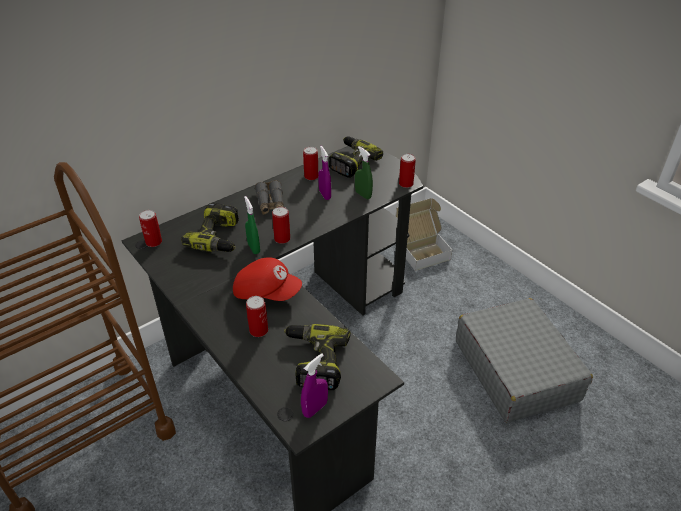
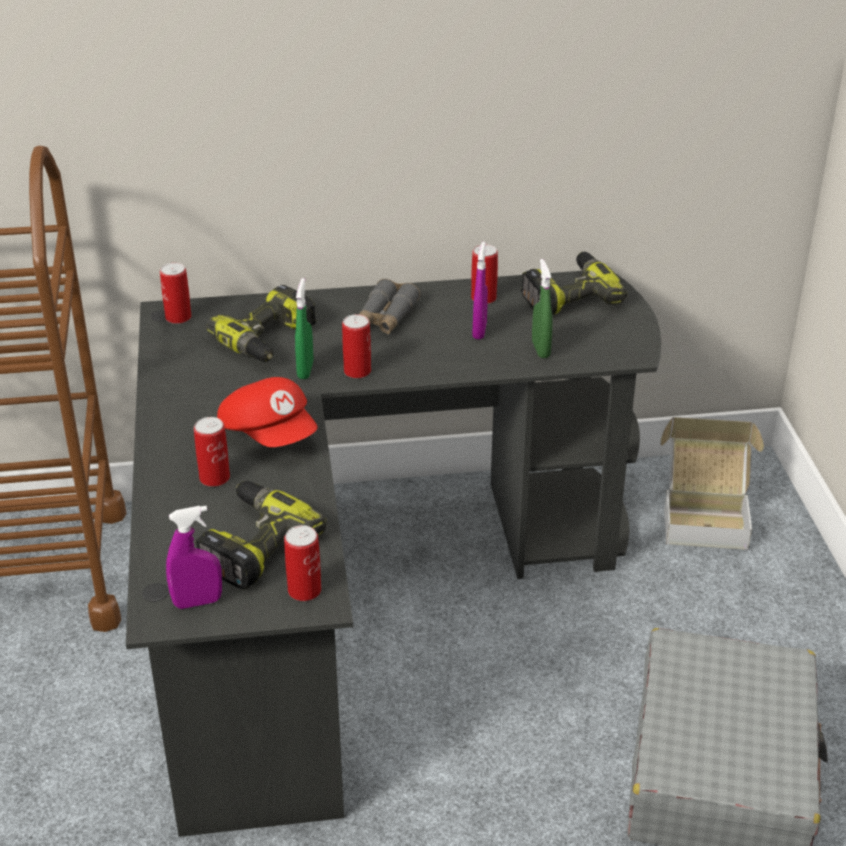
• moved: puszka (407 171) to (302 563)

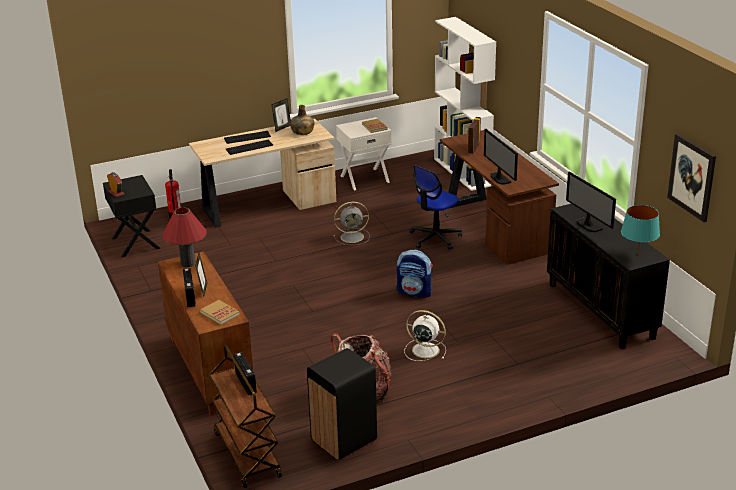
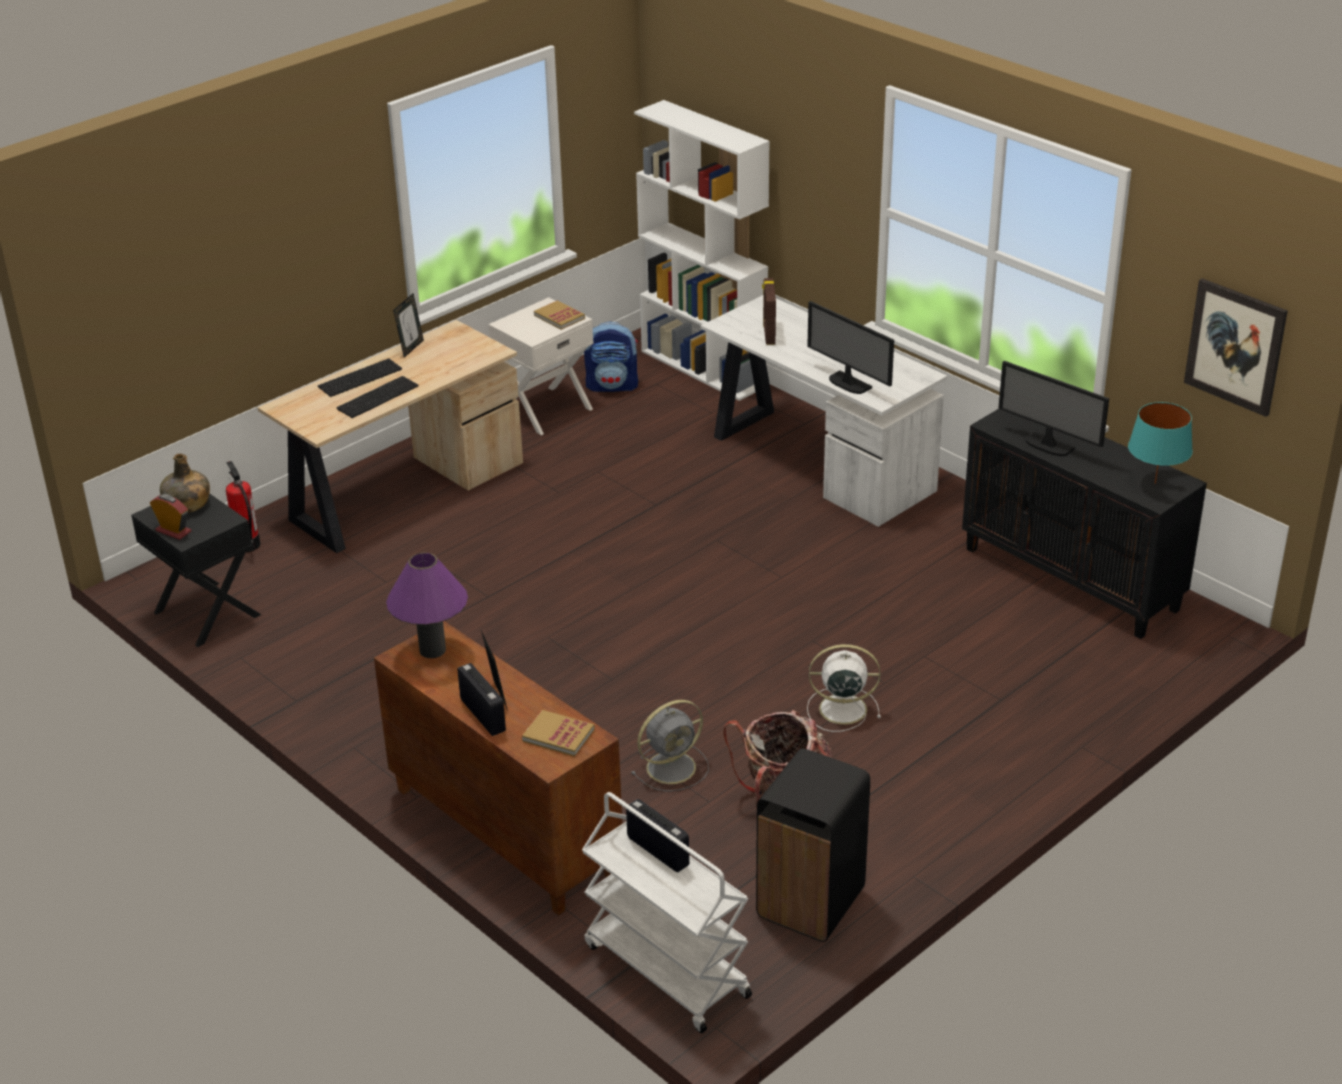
• moved: butelka (zielony) (302 120) to (185 483)
• recoloured: biurko (brązowy) (499 197) to biurko (biały) (824 411)
• removed: krzesło biurowe (435 207)
• moved: wentylator (szary) (351 223) to (670 746)
• recoloured: lampa stołowa (czerwony) (185 237) to lampa stołowa (fioletowy) (427 605)
• moved: plecak (415 274) to (611 357)
• recoloured: wózek (brązowy) (245 416) to wózek (biały) (667 912)

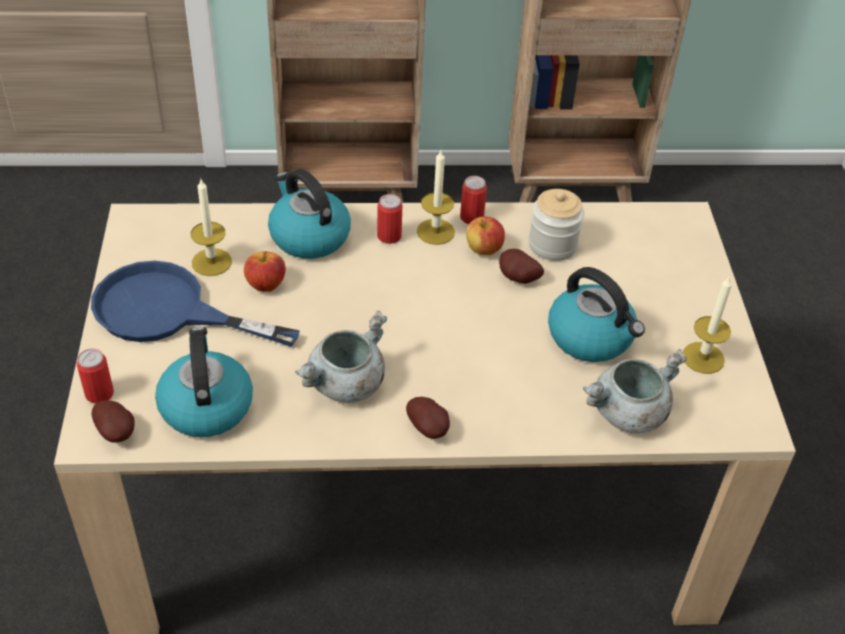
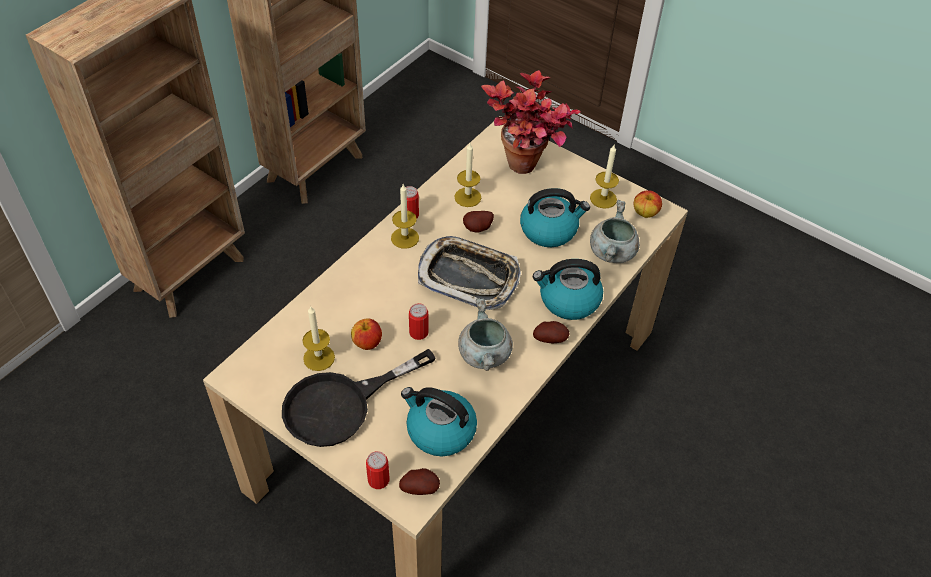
• moved: czajnik (309 214) to (568 289)
• replaced: słoik (556 225) to świeca (467 175)
• moved: puszka (389 219) to (419 321)
• moved: jabłko (485 236) to (648 204)
• recoloured: patelnia (niebieski) (195 304) to patelnia (czarny) (359 398)
• added: roślina doniczkowa (530 122)
• added: taca (469 273)

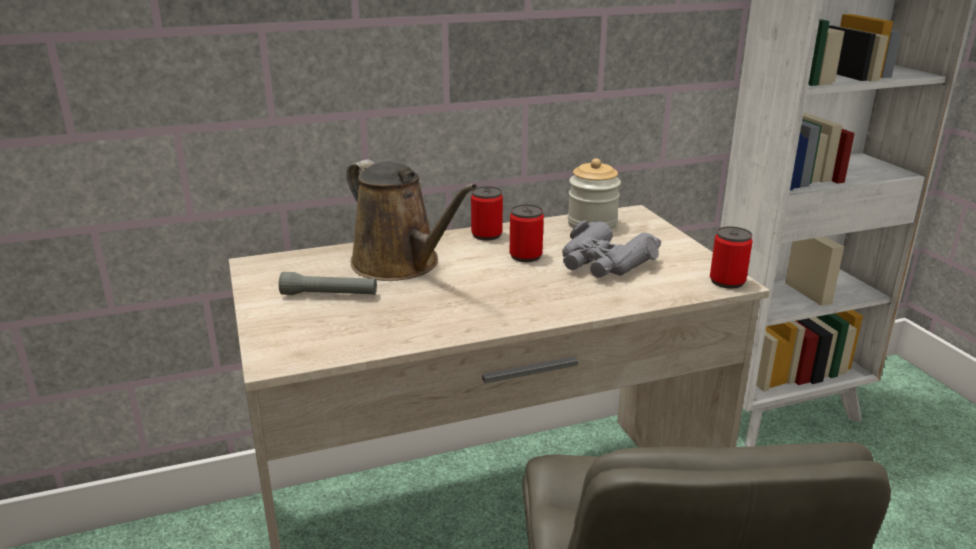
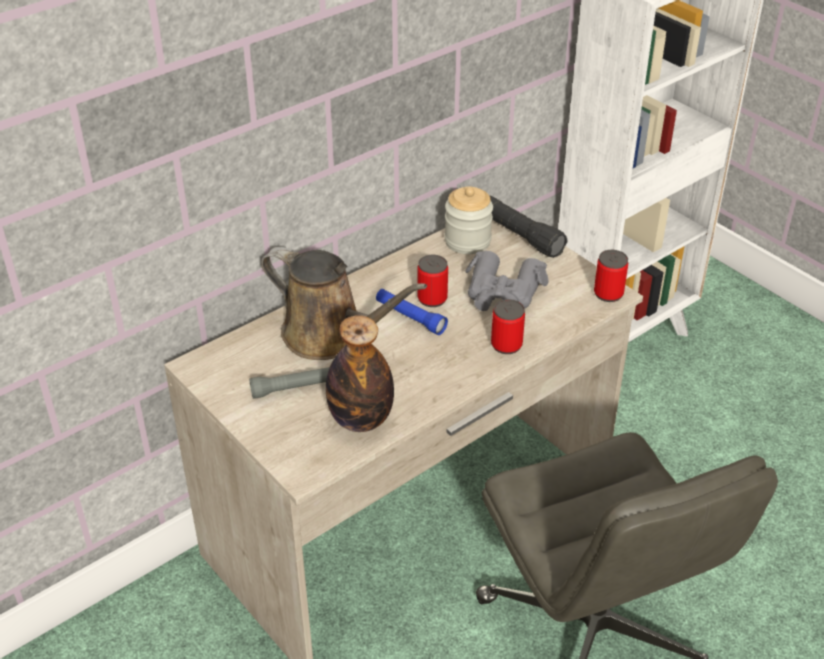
• moved: puszka (487 213) to (508 326)
• added: latarka (czarny) (528 226)
• added: latarka (niebieski) (412 312)
• added: butelka (360 373)

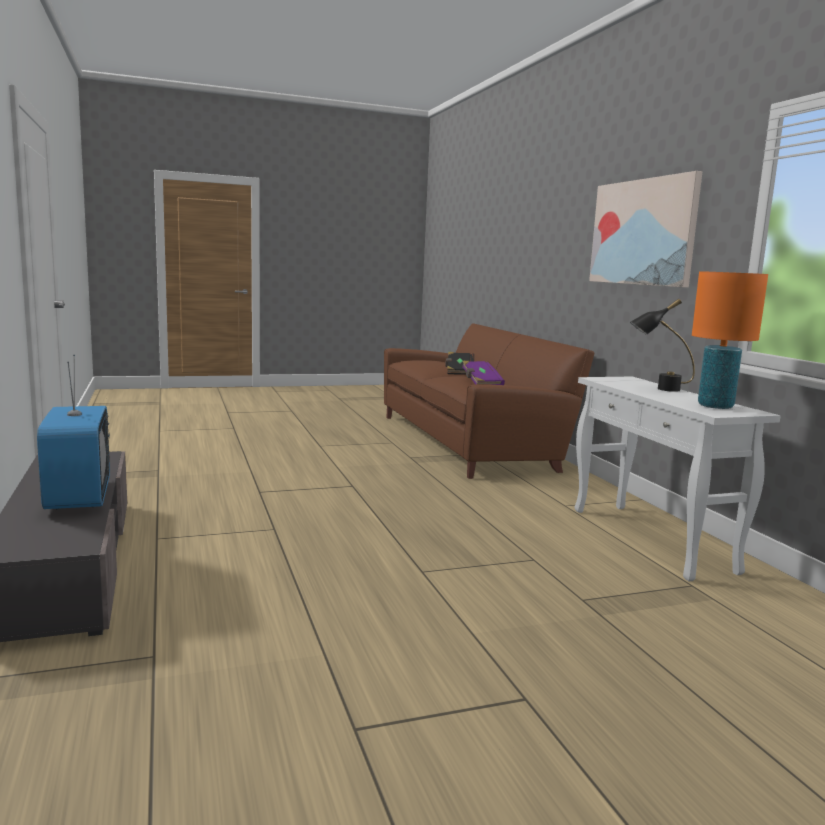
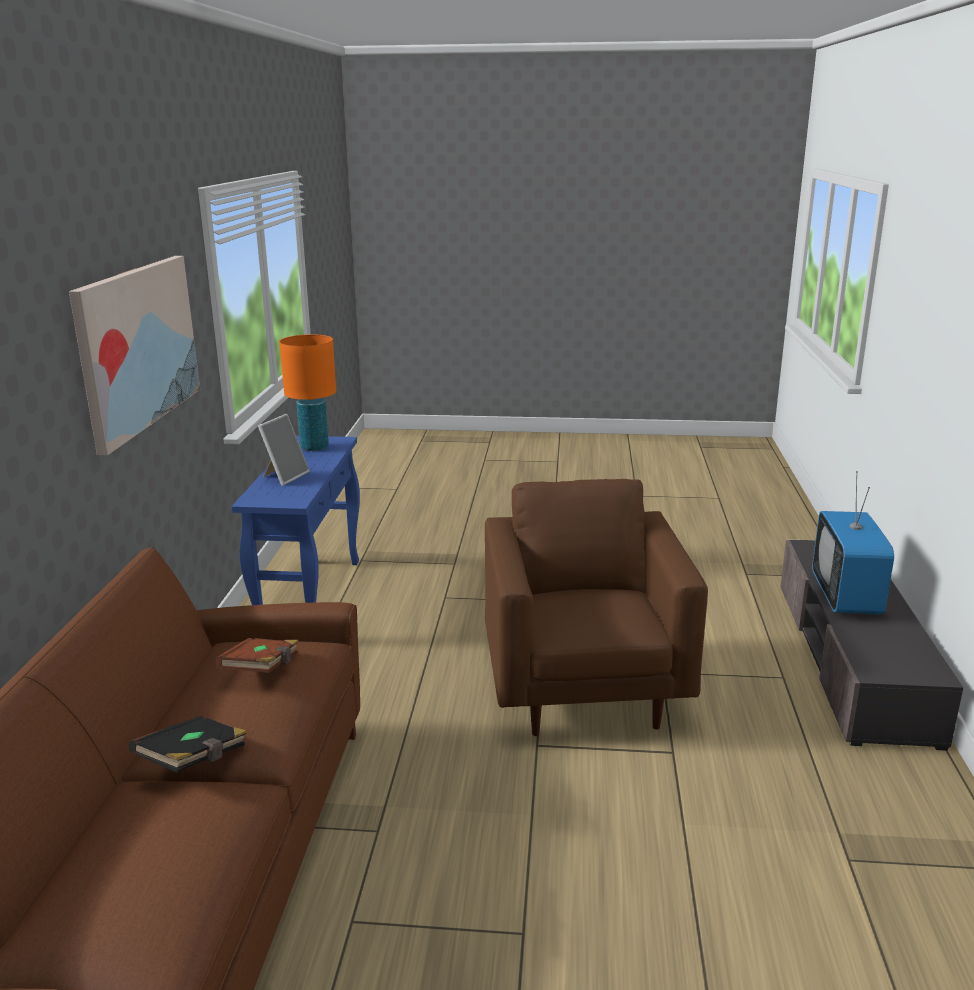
• replaced: lampa stołowa (czarny) (662 345) to ramka na zdjęcie (284 450)
• recoloured: książka (fioletowy) (483 373) to książka (brązowy) (257 655)
• recoloured: stolik konsolowy (biały) (678 479) to stolik konsolowy (niebieski) (295 520)
• added: fotel (brązowy) (596 607)

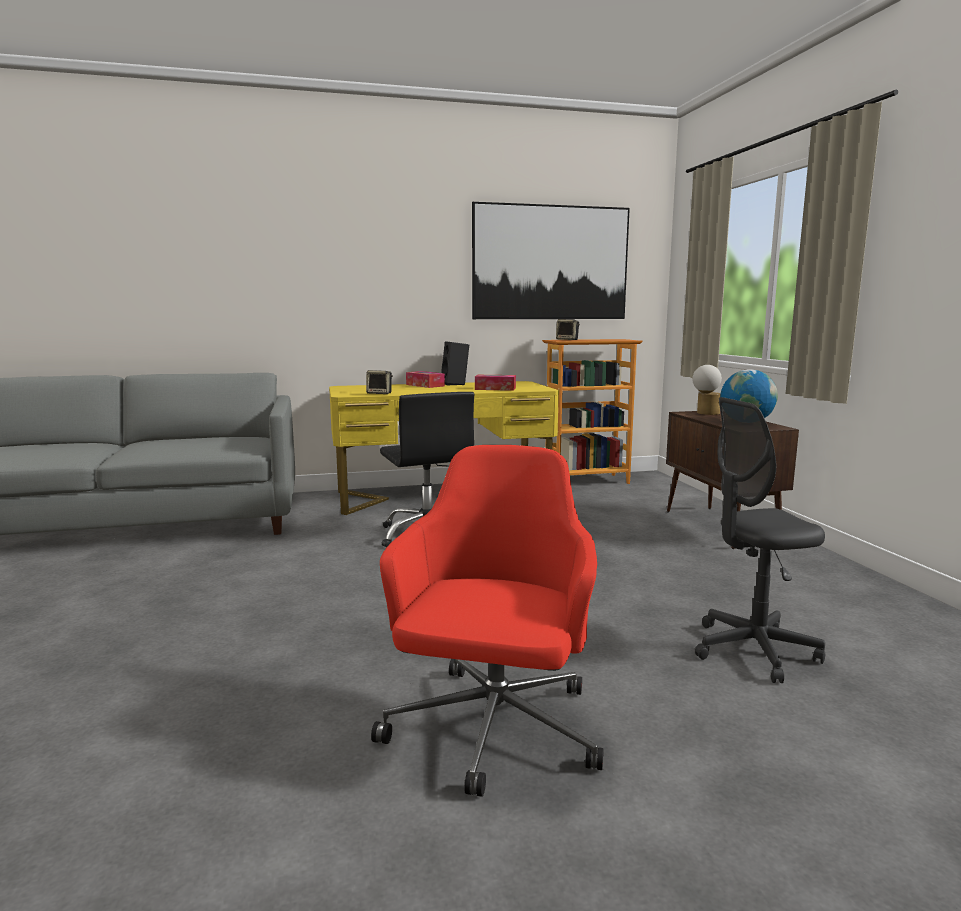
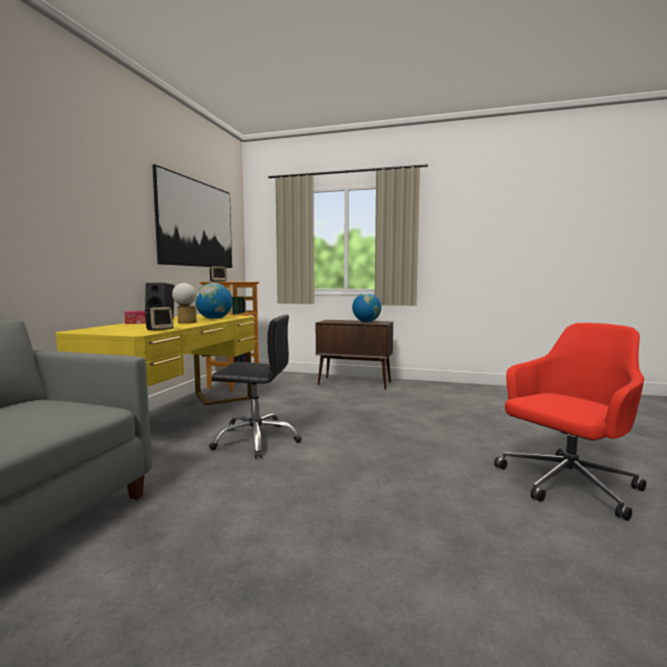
• moved: lampa stołowa (707 390) to (184 303)
• replaced: pudełko chusteczek (495 383) to globus (214 301)
• removed: krzesło biurowe (szary) (760 540)
• turned: krzesło biurowe (czerwony) (487 621) = (570 422) 105 degrees clockwise

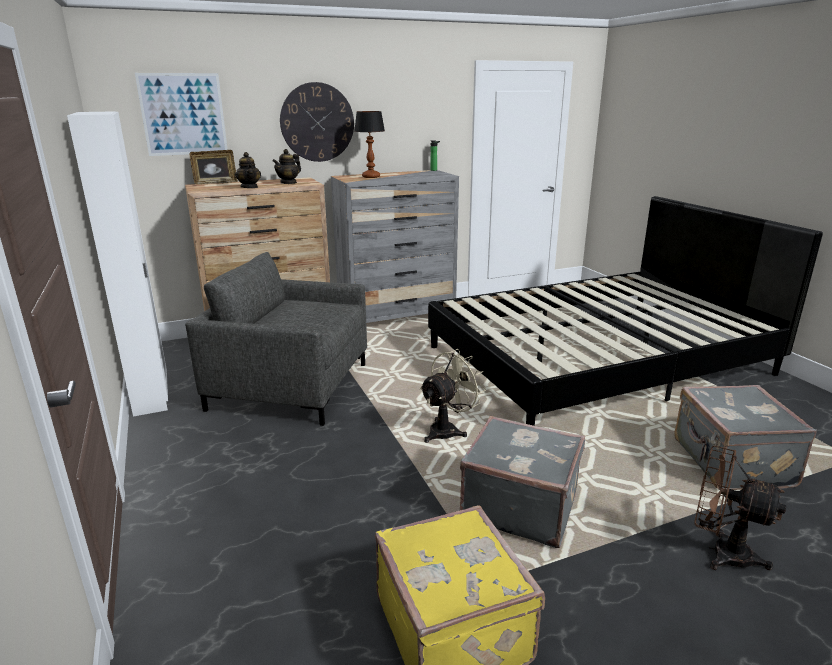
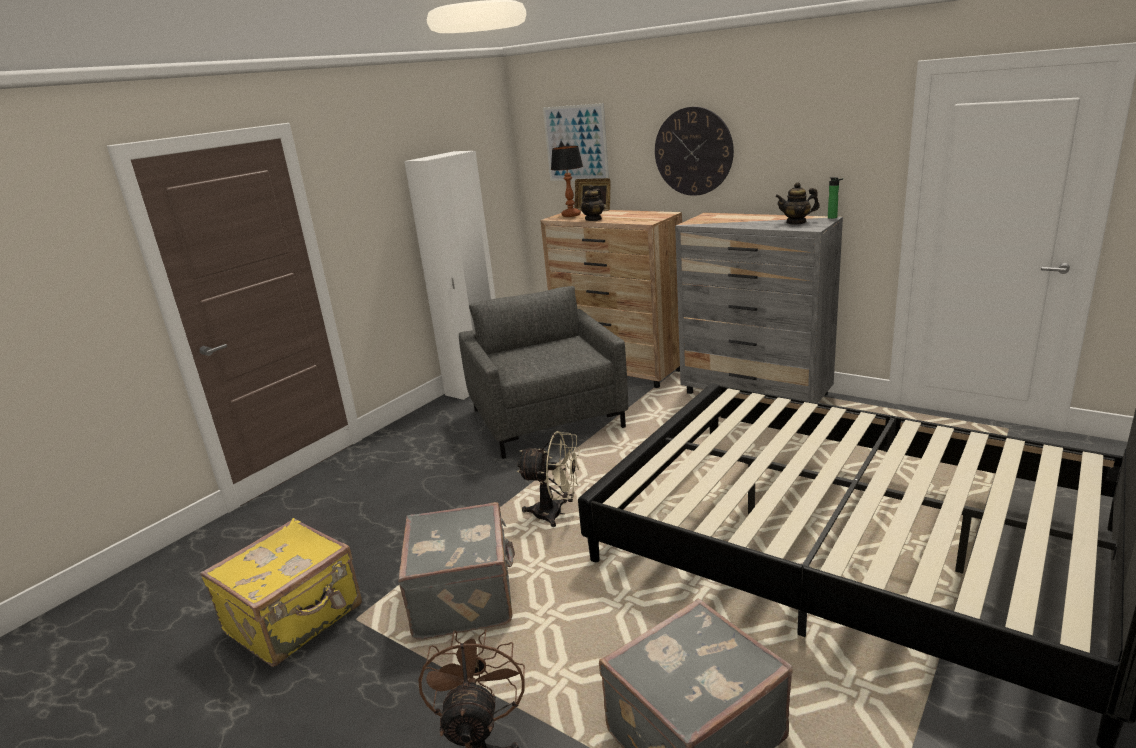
• moved: lampa stołowa (369 144) to (567 181)
• moved: imbryk (287 166) to (797 203)

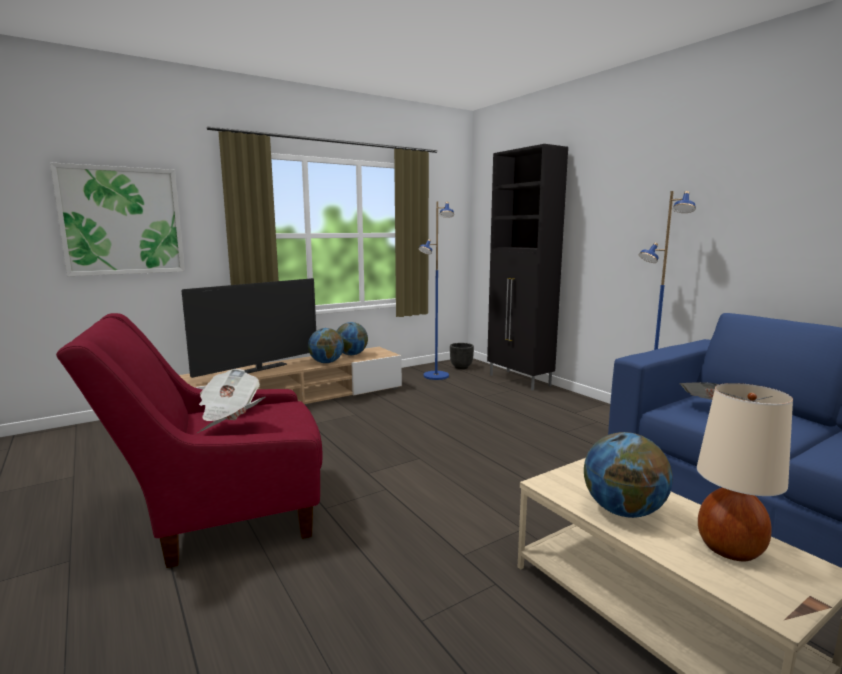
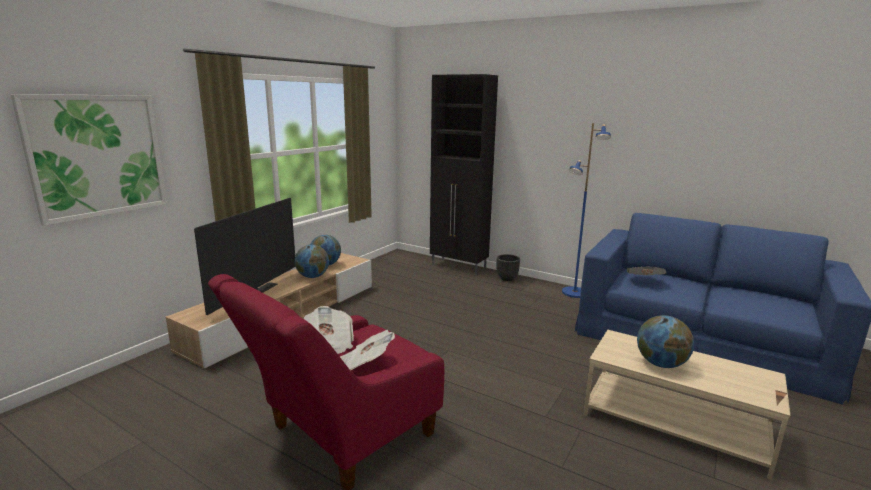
• removed: lampa stojąca (niebieski) (436 290)
• moved: donica (czarny) (462 356) to (508 267)
• removed: lampa stołowa (beżowy) (745 472)

